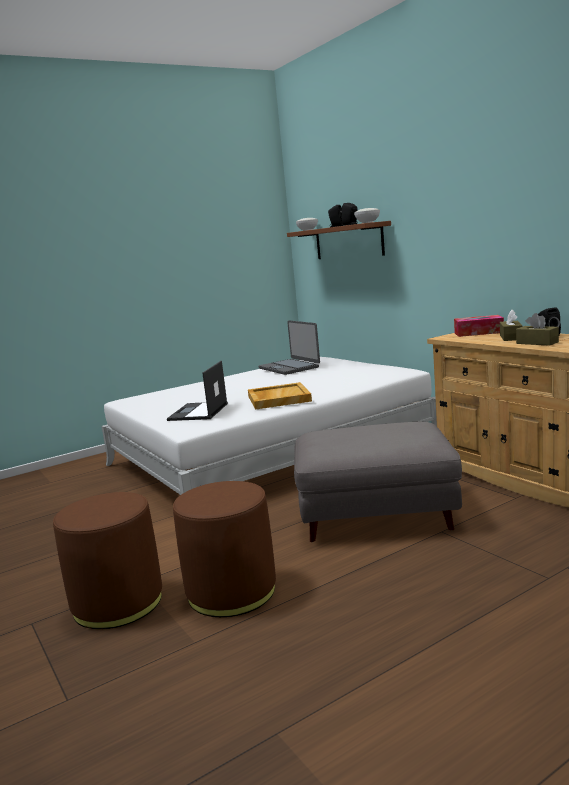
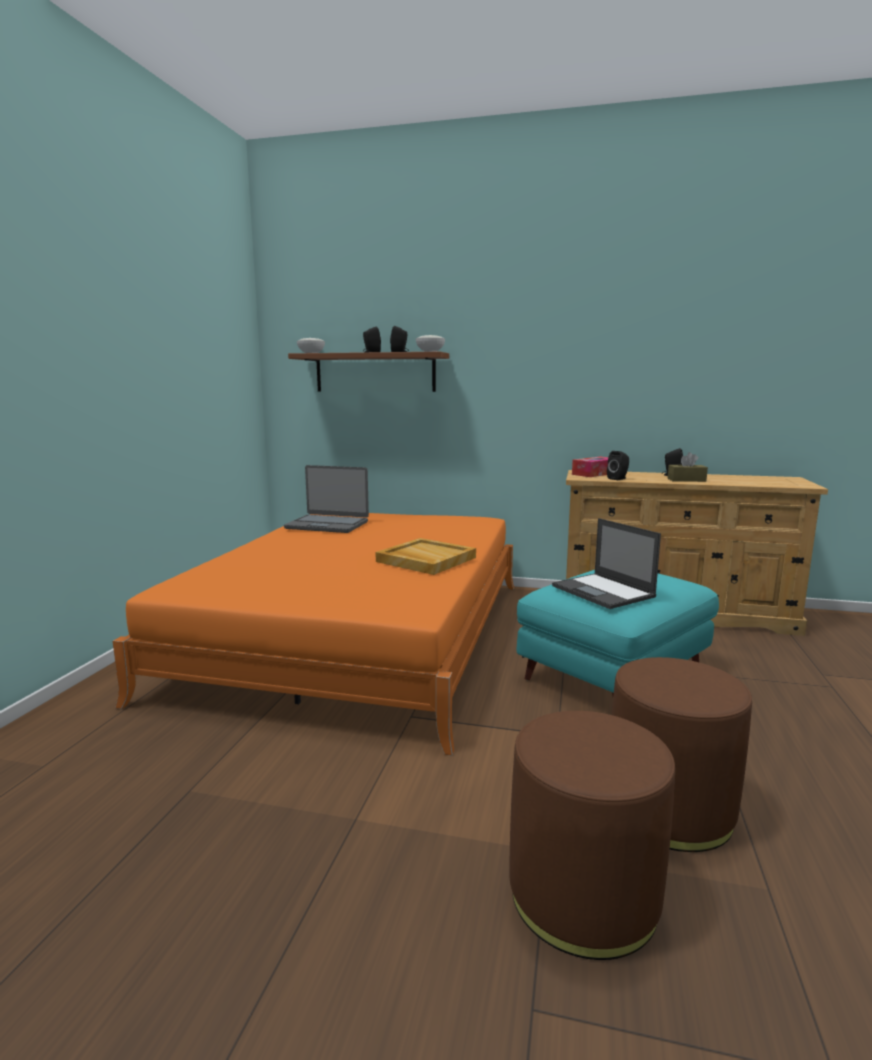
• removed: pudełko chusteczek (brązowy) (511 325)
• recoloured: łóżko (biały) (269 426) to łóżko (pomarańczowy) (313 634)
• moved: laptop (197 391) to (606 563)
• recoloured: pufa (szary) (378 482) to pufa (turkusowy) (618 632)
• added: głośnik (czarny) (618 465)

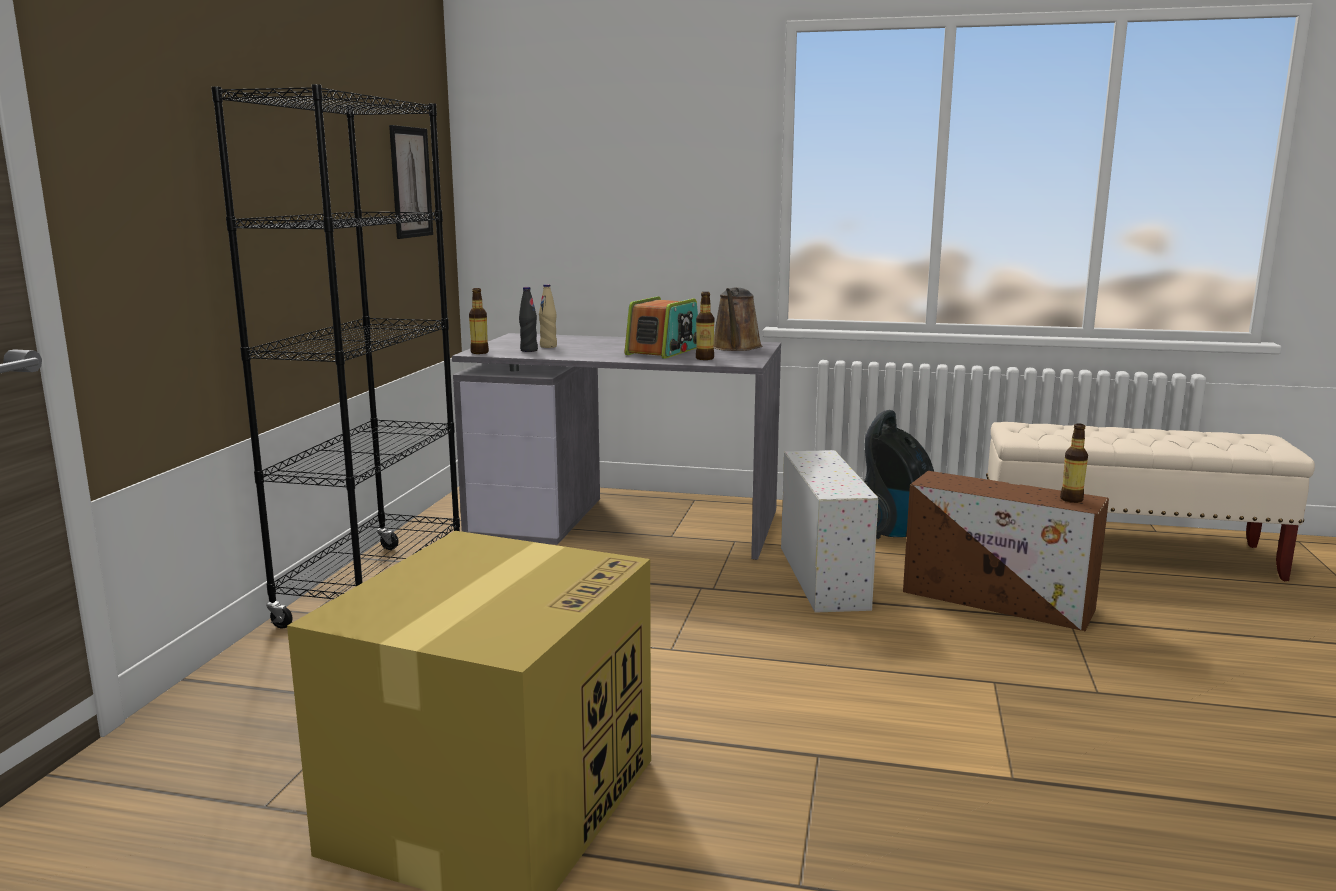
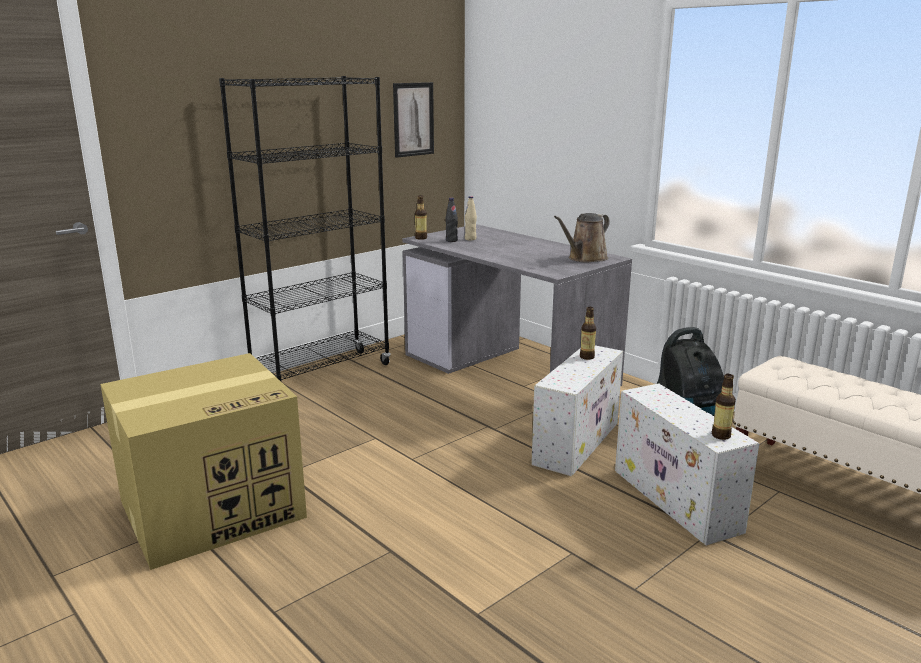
• moved: butelka (705 326) to (588 333)
• removed: radio (661 327)
• recoloured: pojemnik do przechowywania (brązowy) (1006 551) to pojemnik do przechowywania (biały) (687 464)

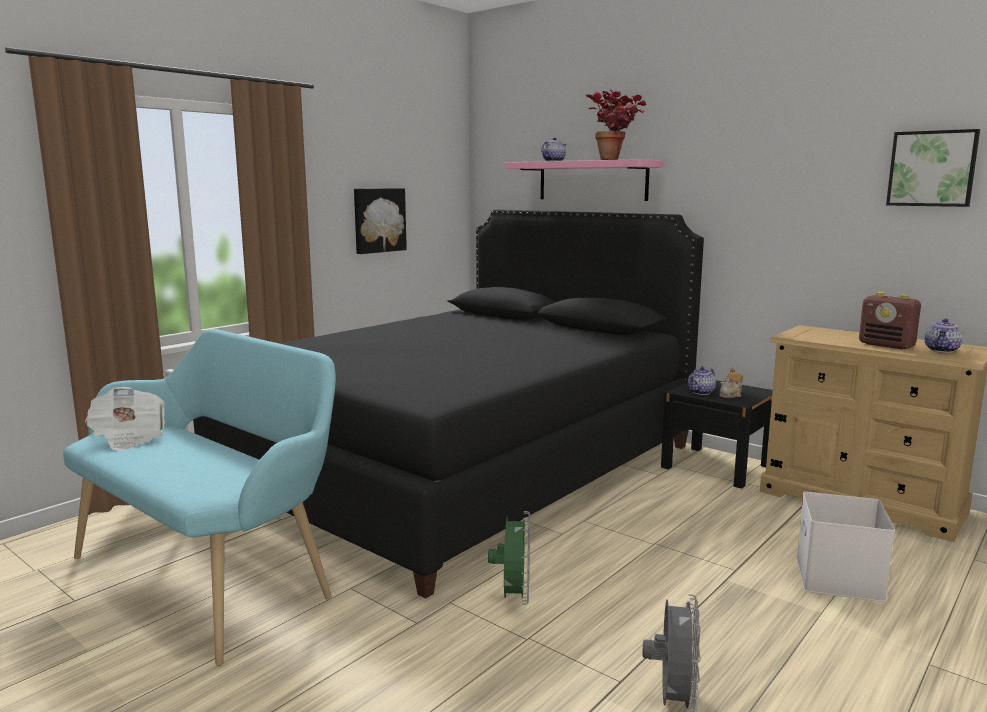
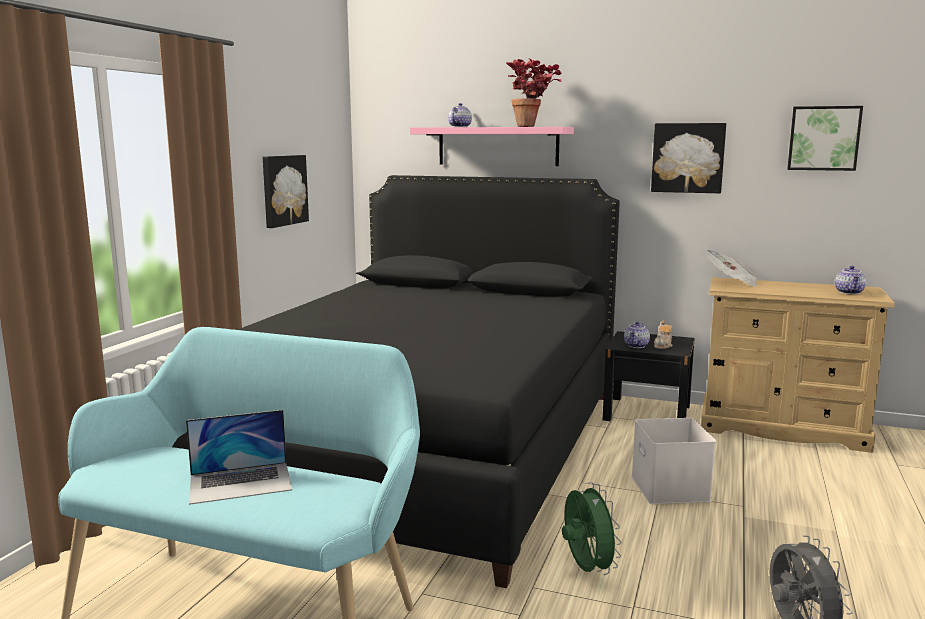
• removed: radio (890 320)
• moved: gazeta (125 419) to (732 268)
• moved: pojemnik do przechowywania (biały) (845 547) to (674 461)
• added: obraz (688 158)
• added: laptop (239 457)

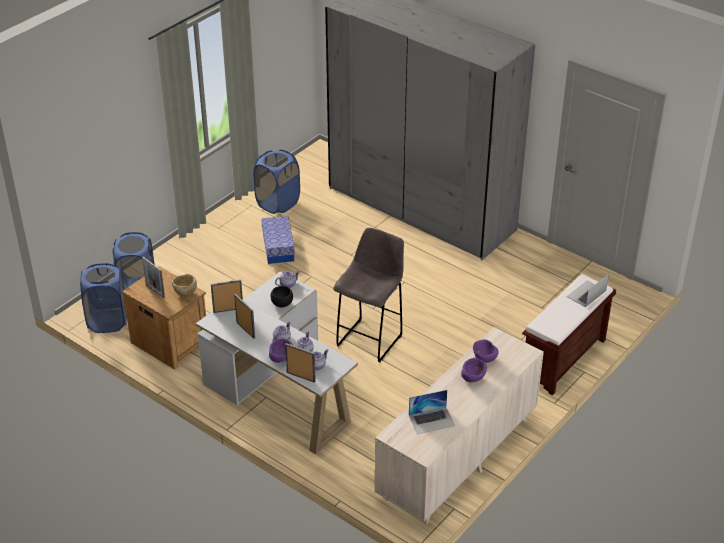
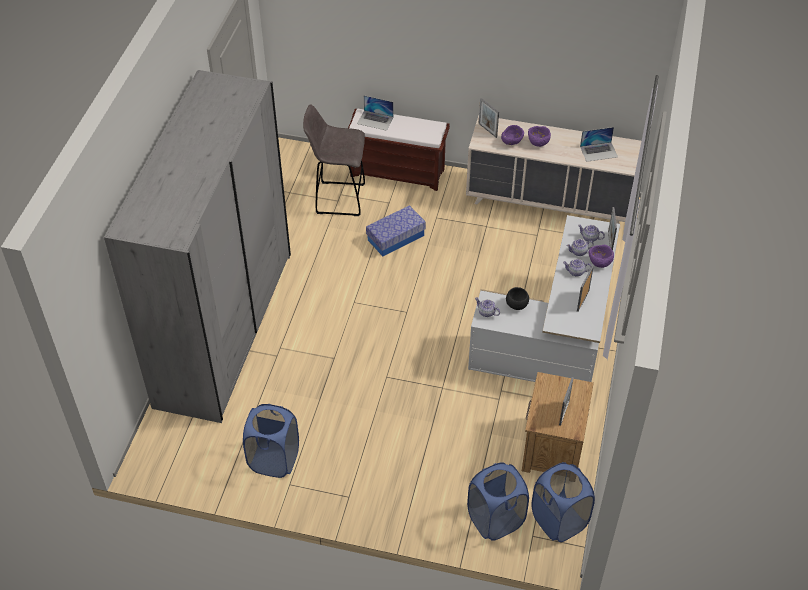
• moved: pojemnik do przechowywania (278 240) to (396 230)
• moved: stołek (szary) (368 295) to (334 160)
• removed: miska (beżowy) (184 285)
• moved: ramka na zdjęcie (227 296) to (488 118)
• turned: laptop (432 412) = (599 144) 120 degrees clockwise

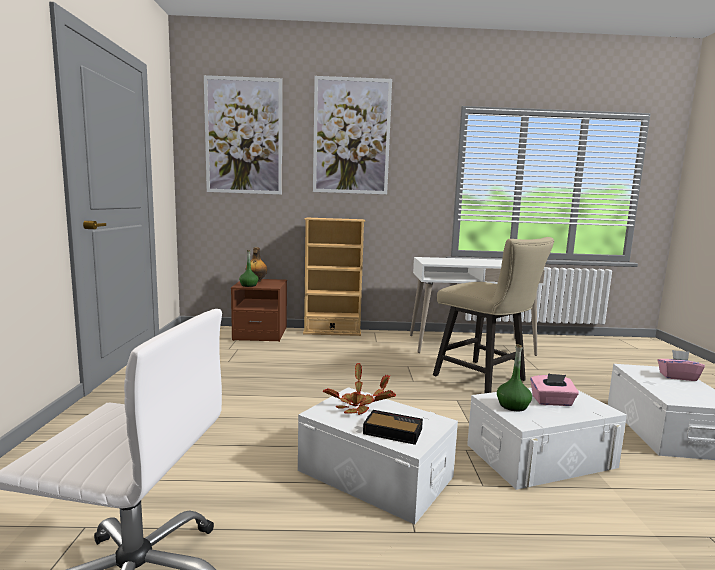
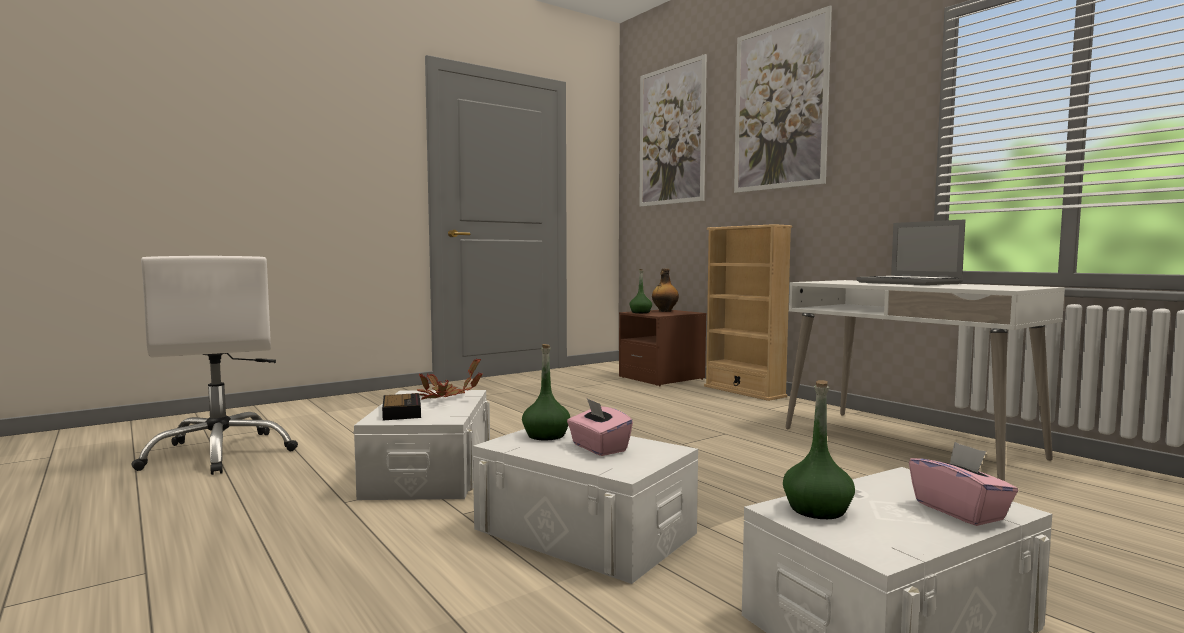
• removed: krzesło (beżowy) (493 315)
• added: laptop (910 252)
• added: butelka (zielony) (819 449)

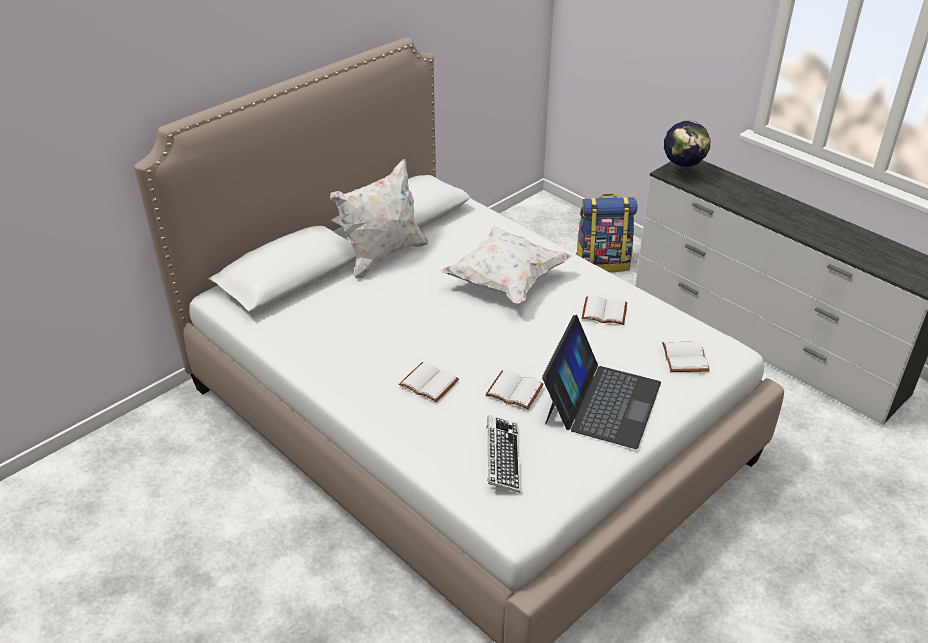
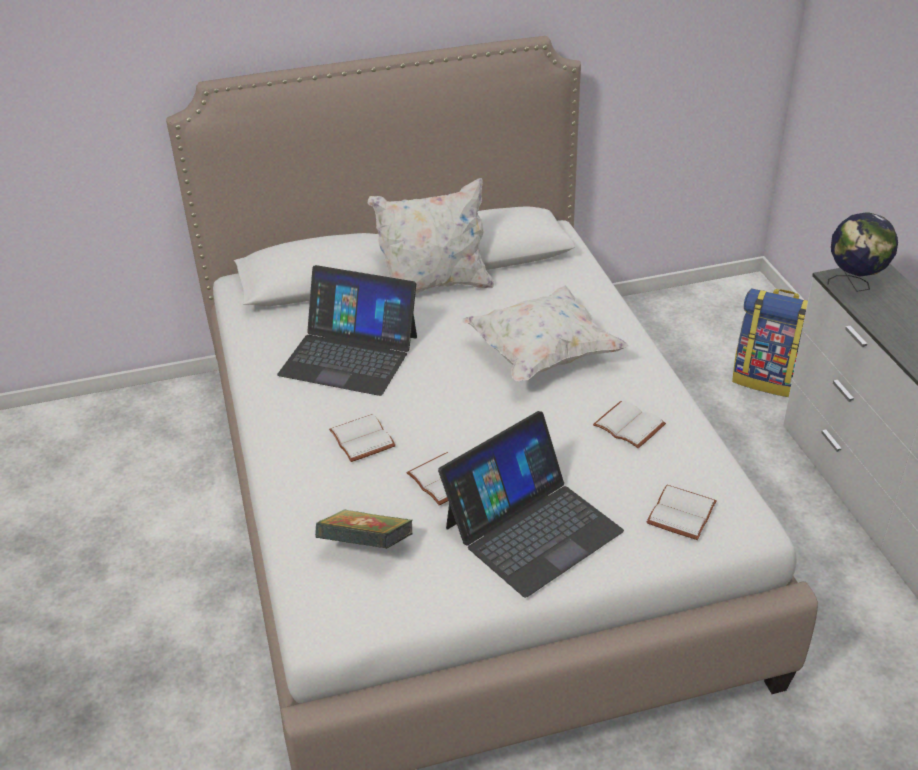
• replaced: klawiatura (503 454) to książka (363 529)
• added: laptop (347 330)

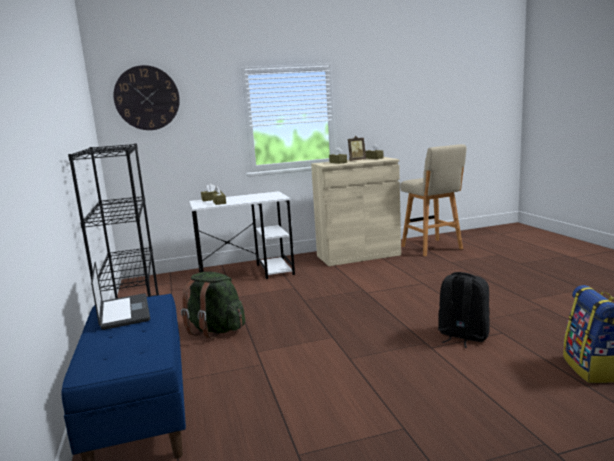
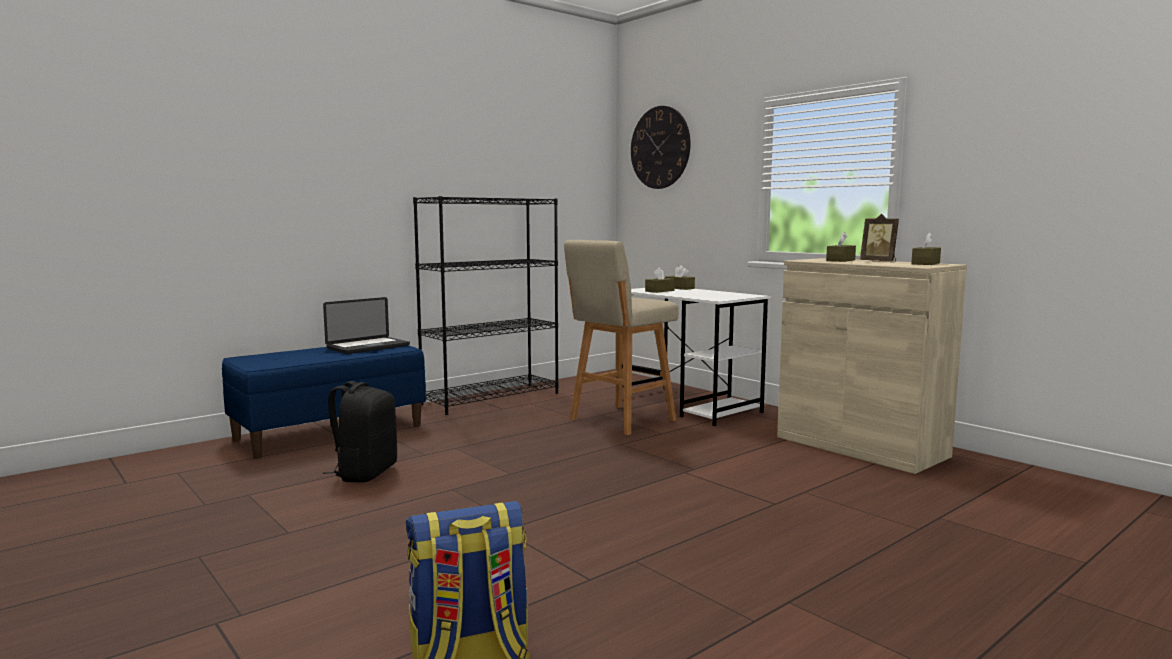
• moved: stołek (beżowy) (433 200) to (621 337)
• removed: plecak (zielony) (213 305)
• moved: plecak (czarny) (464 310) to (359 432)

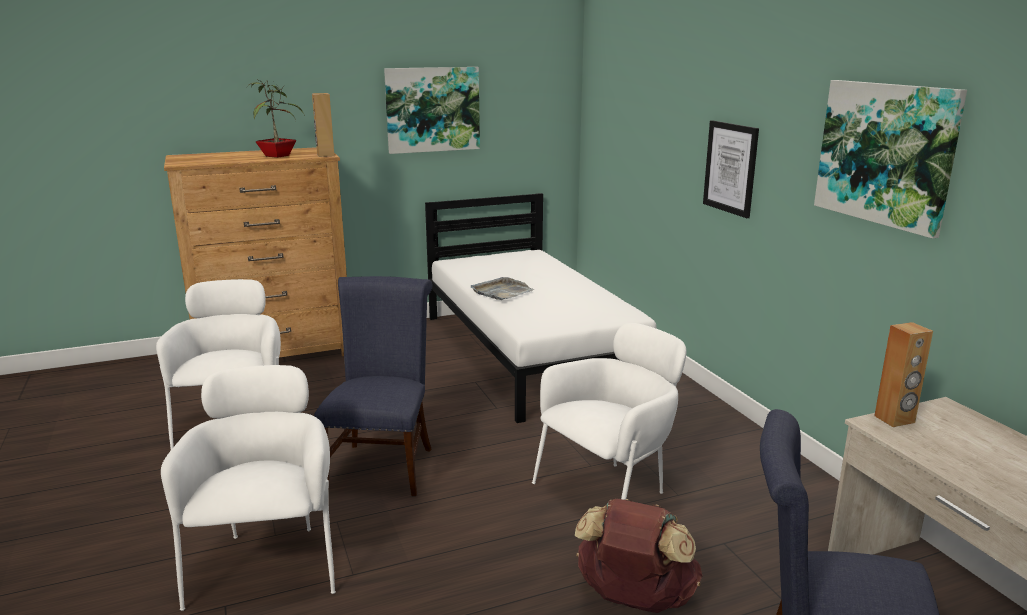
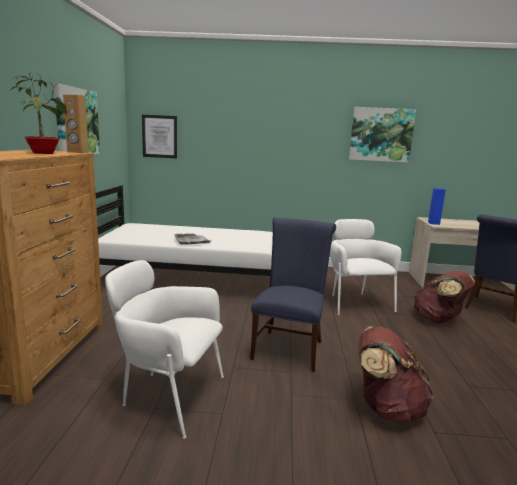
• moved: obraz (731 169) to (159 136)
• turned: krzesło (niebieski) (373 386) = (293 294) 75 degrees clockwise
• recoloured: głośnik (brązowy) (903 374) to głośnik (niebieski) (437 206)
• replaced: fotel (biały) (248 488) to plecak (brązowy) (395 374)

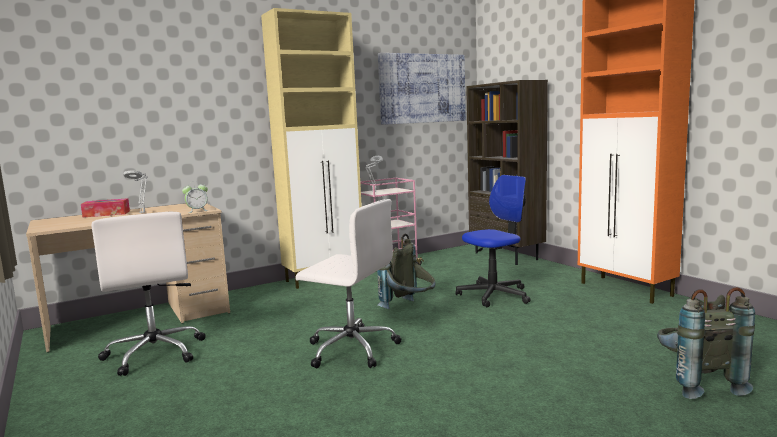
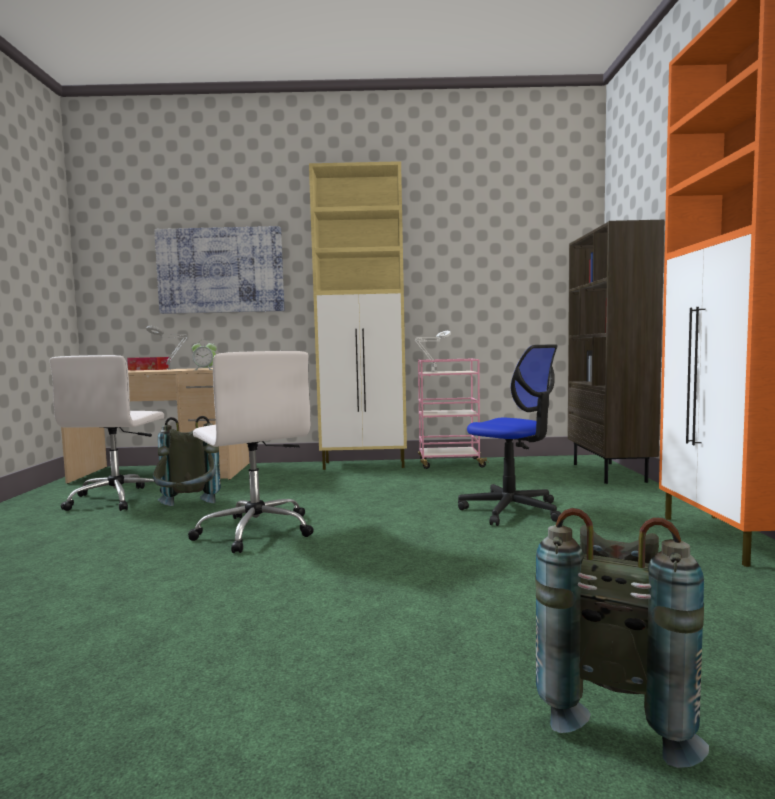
• moved: obraz (422 89) to (219 270)
• turned: krzesło biurowe (493 241) = (509 435) 45 degrees clockwise
• moved: plecak (szary) (406 271) to (187 461)

